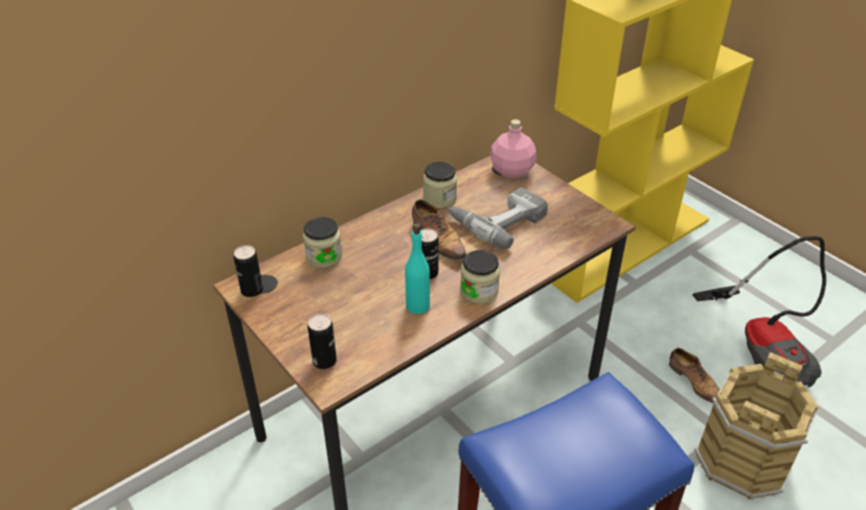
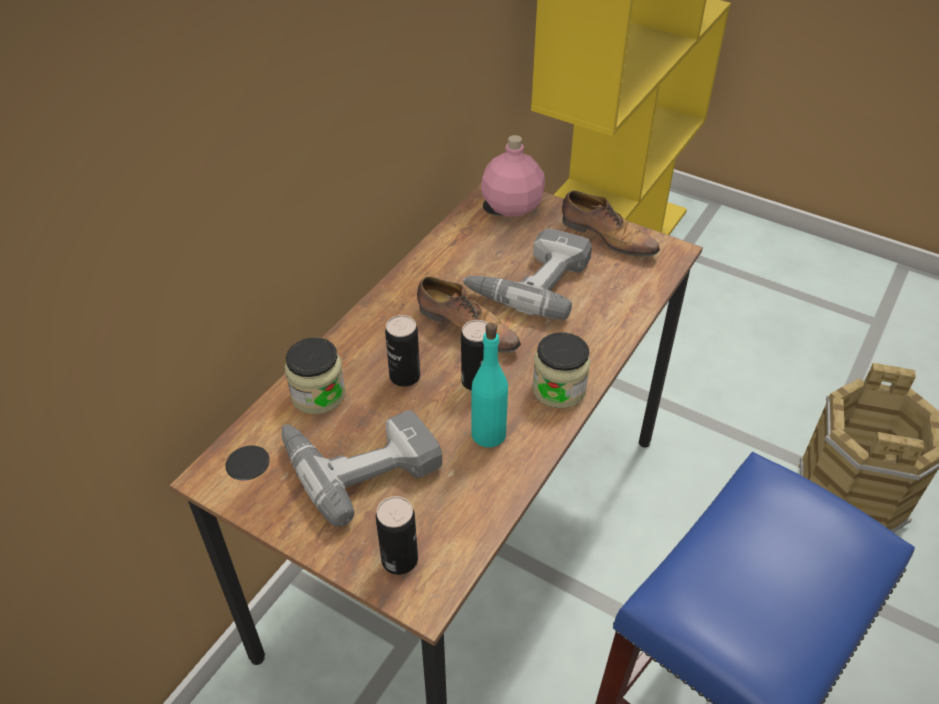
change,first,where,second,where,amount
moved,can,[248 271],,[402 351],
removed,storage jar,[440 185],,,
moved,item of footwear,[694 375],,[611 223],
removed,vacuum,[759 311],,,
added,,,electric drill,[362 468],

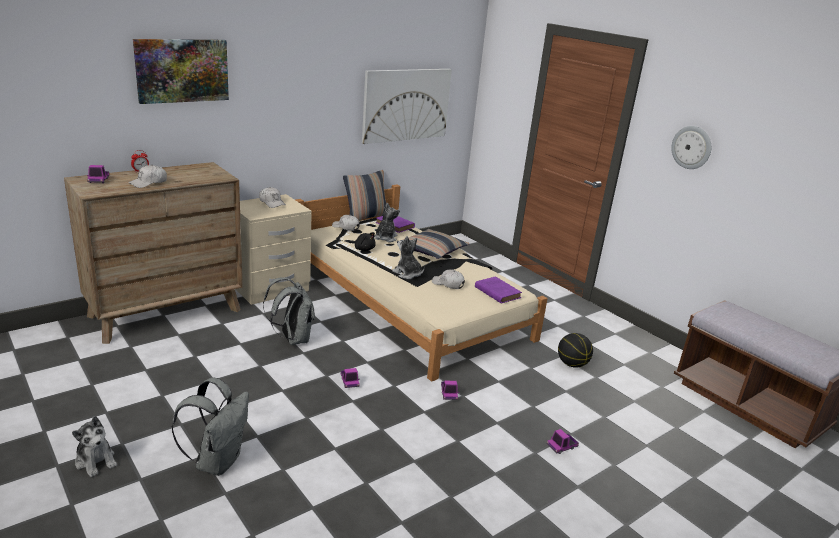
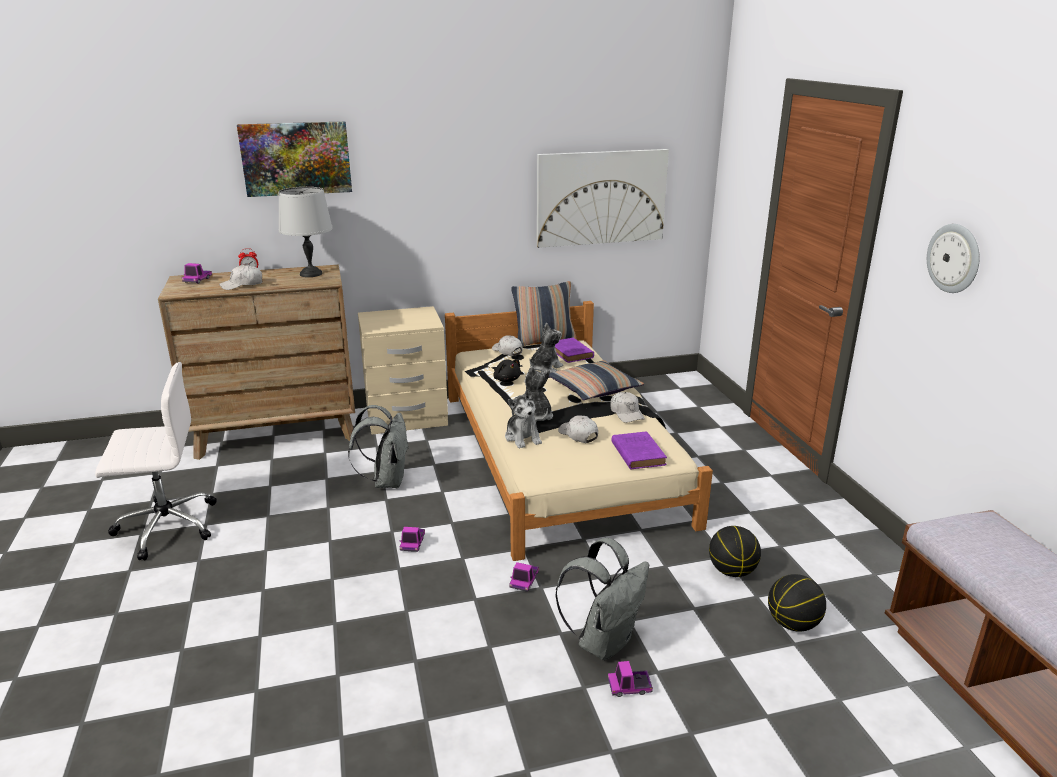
change,first,where,second,where,amount
moved,plush toy,[94 446],,[523 419],
moved,grey knapsack,[210 426],,[602 599],
moved,white-coloured cap,[272 197],,[628 407],
added,,,white-coloured office chair,[156 461],
added,,,grey tabletop lamp,[306 232],
added,,,basketball,[797 603],

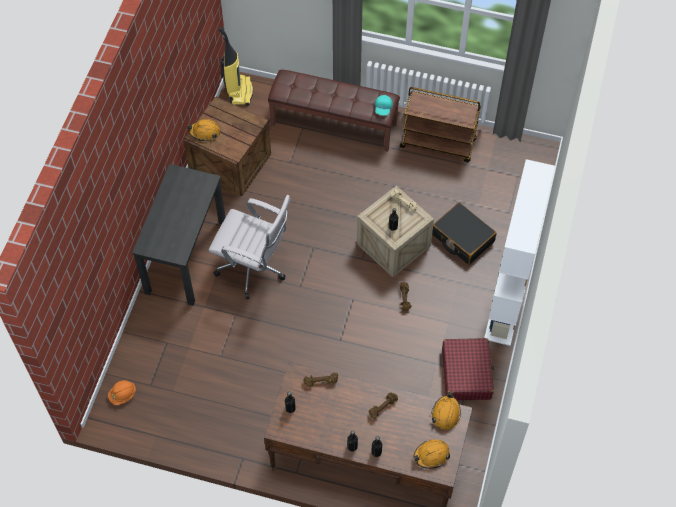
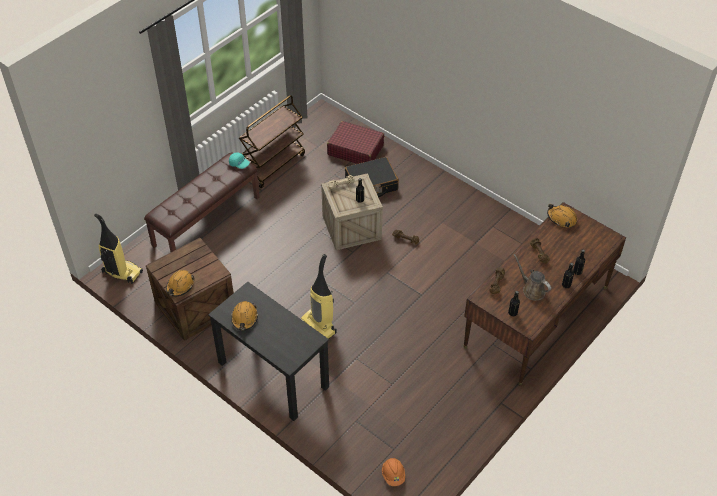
change,first,where,second,where,amount
replaced,white-coloured office chair,[250 247],vacuum,[319 296],
moved,orangey safety helmet,[432 454],,[244 315],
moved,red piece of luggage,[468 369],,[355 142],
removed,white-coloured shelving unit,[519 252],,,
added,,,brownish sprinkling can,[532 277],

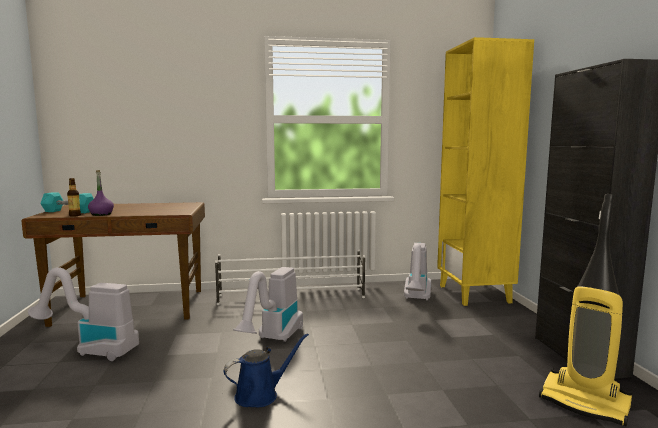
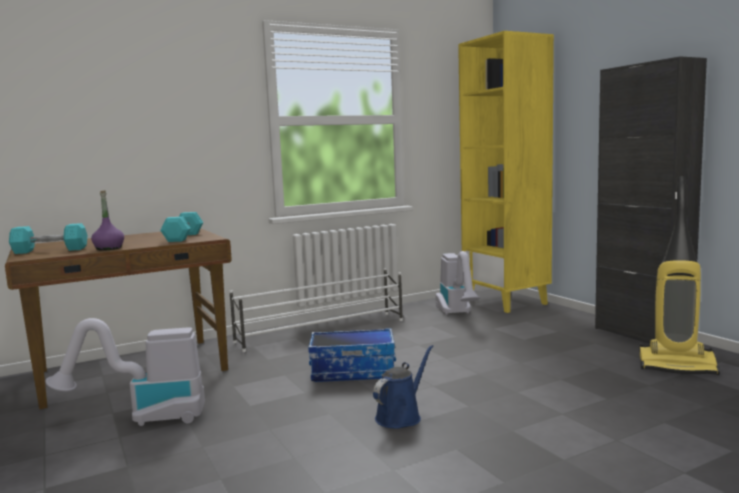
change,first,where,second,where,amount
removed,beverage bottle,[74 197],,,
replaced,vacuum,[268 304],storage box,[352 355],
added,,,blue-green free weight,[181 227],

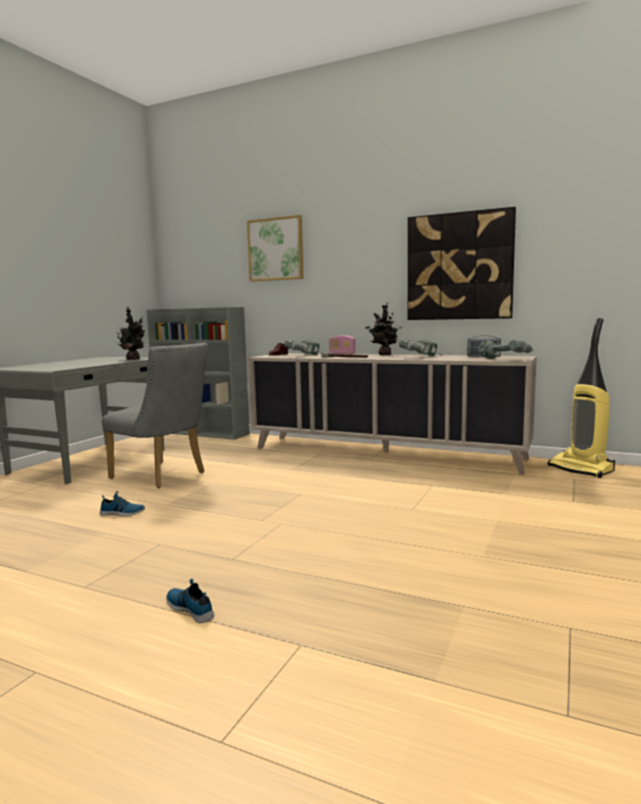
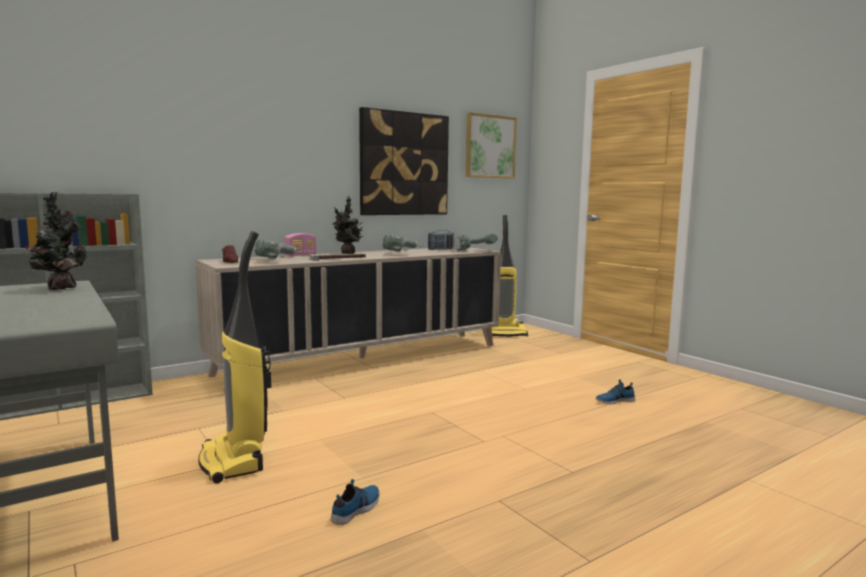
change,first,where,second,where,amount
replaced,grey chair,[155 415],vacuum,[234 357],
moved,item of footwear,[190 601],,[615 391],
moved,wall art,[275 248],,[491 145],

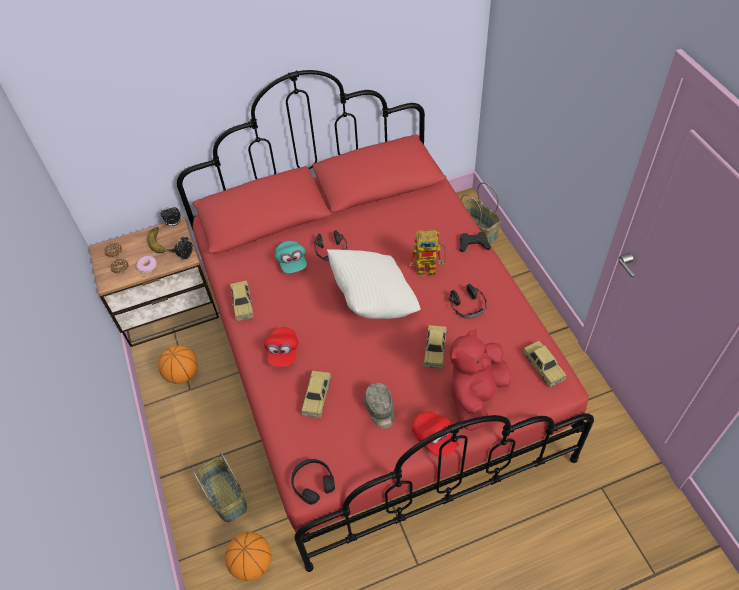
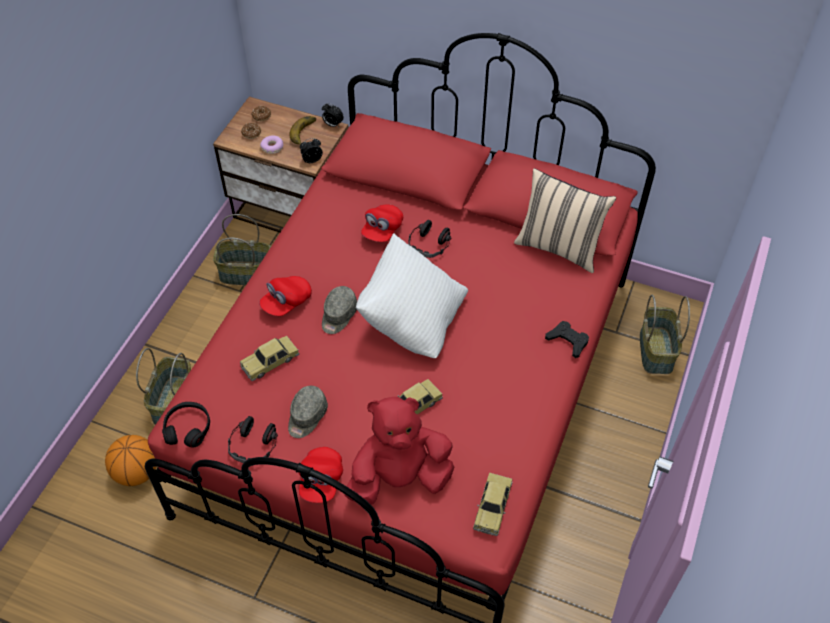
change,first,where,second,where,amount
replaced,basketball,[178 364],household basket,[242 249],
removed,miniature car,[242 300],,,
recoloured,blue-green cap,[291 257],red cap,[382 223],
removed,toy robot,[428 253],,,
moved,headphones,[468 301],,[253 439],
added,,,grey cap,[339 310],
added,,,sand-coloured pillow,[565 220],

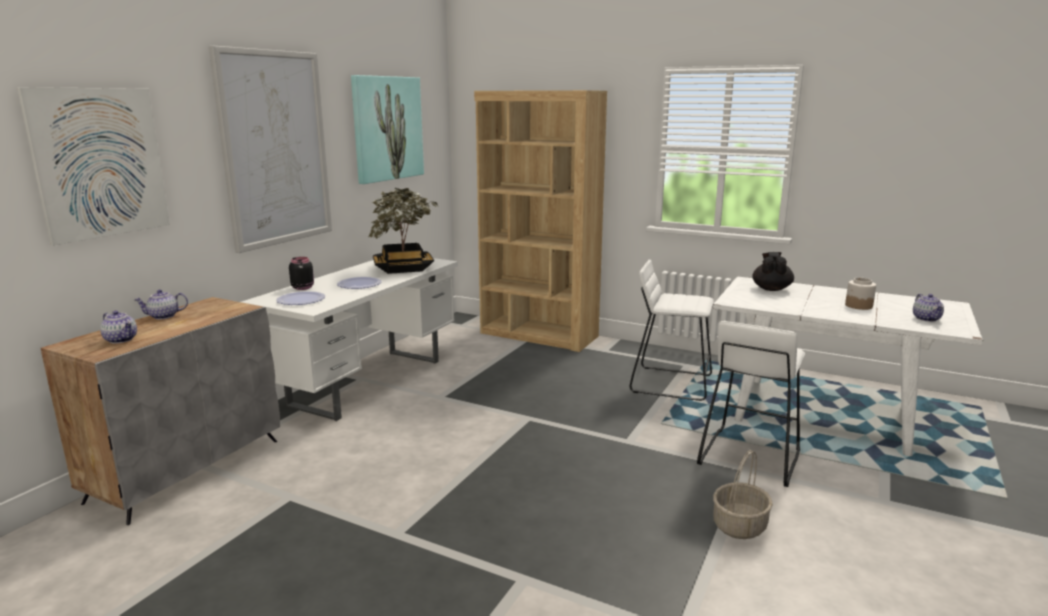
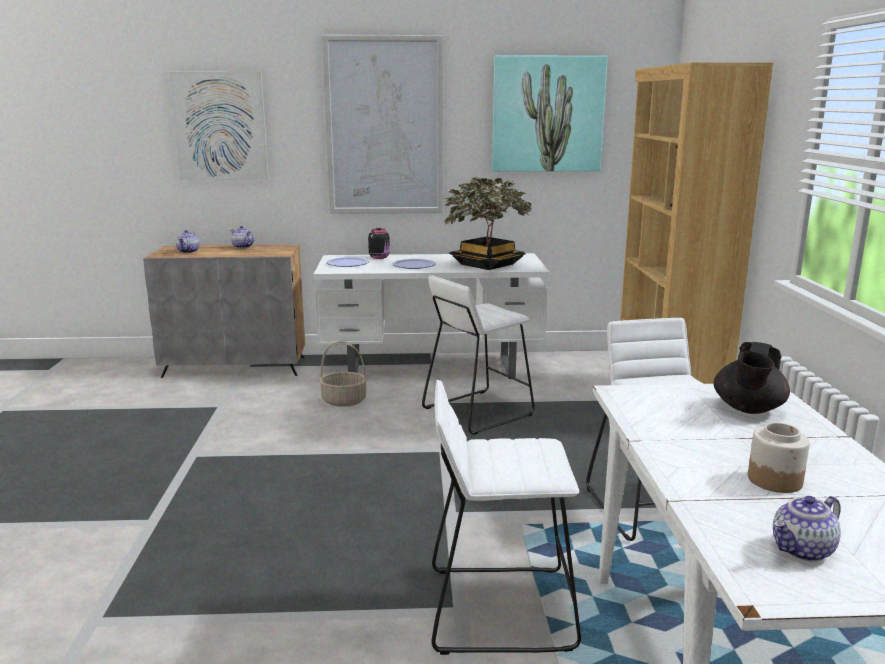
change,first,where,second,where,amount
moved,household basket,[743 494],,[343 374],
turned,black tea pot,[773 271],,[752 378],135 degrees clockwise
added,,,white-coloured stool seat,[478 355],

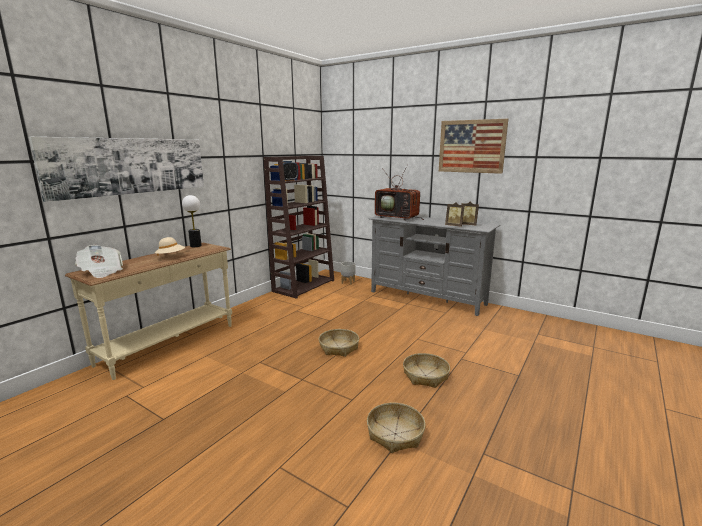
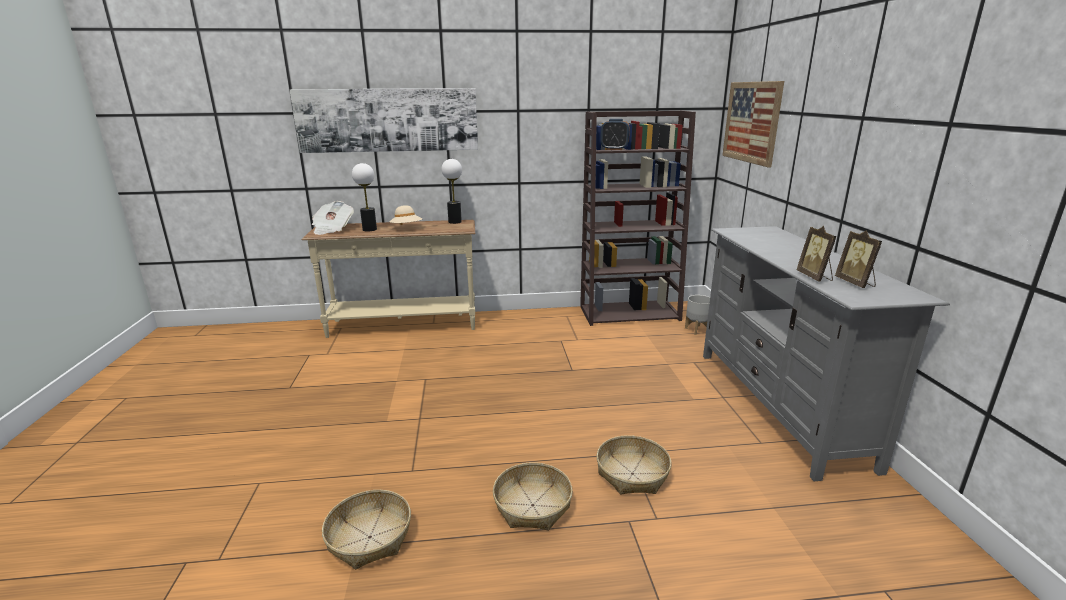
change,first,where,second,where,amount
moved,household basket,[339 343],,[634 464],
removed,TV set,[399 193],,,
moved,wall art,[473 146],,[753 124],
added,,,tabletop lamp,[364 197],

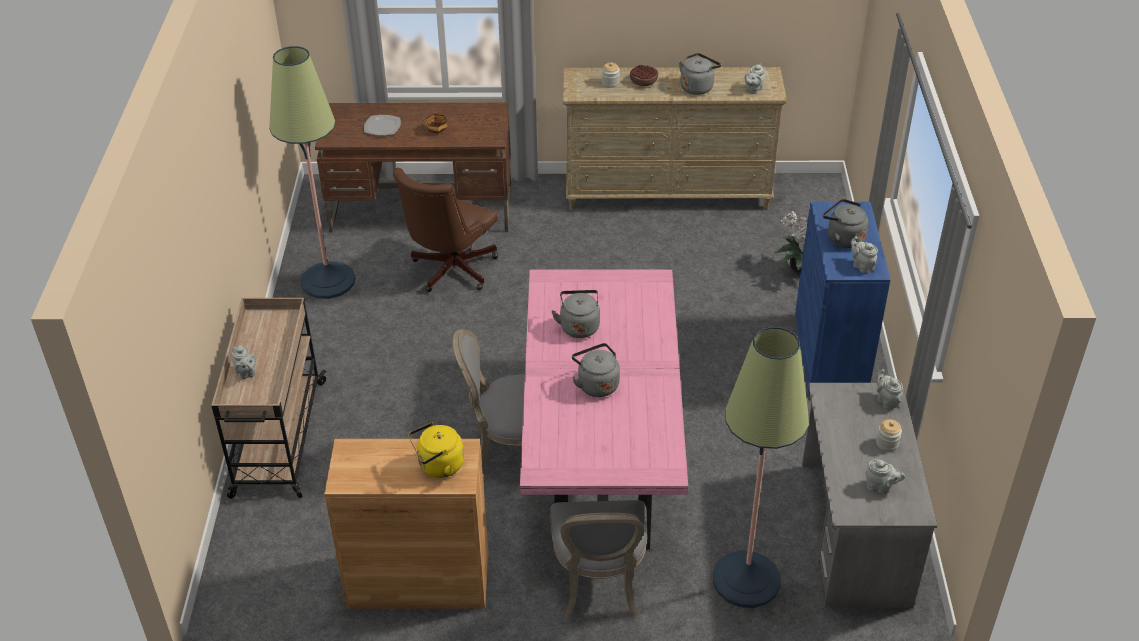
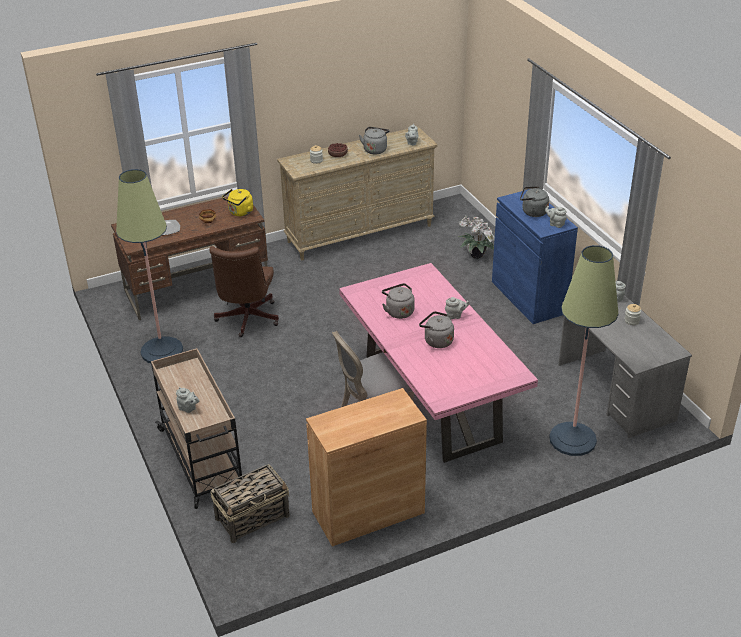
change,first,where,second,where,amount
moved,yellow-coloured kettle,[436 450],,[237 202],
removed,grey chair,[598 559],,,
moved,grey tea pot,[886 476],,[457 308],
added,,,household basket,[250 503],

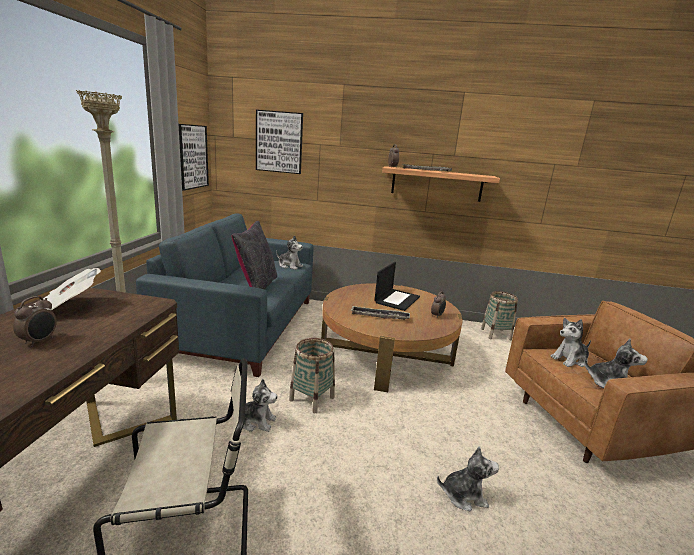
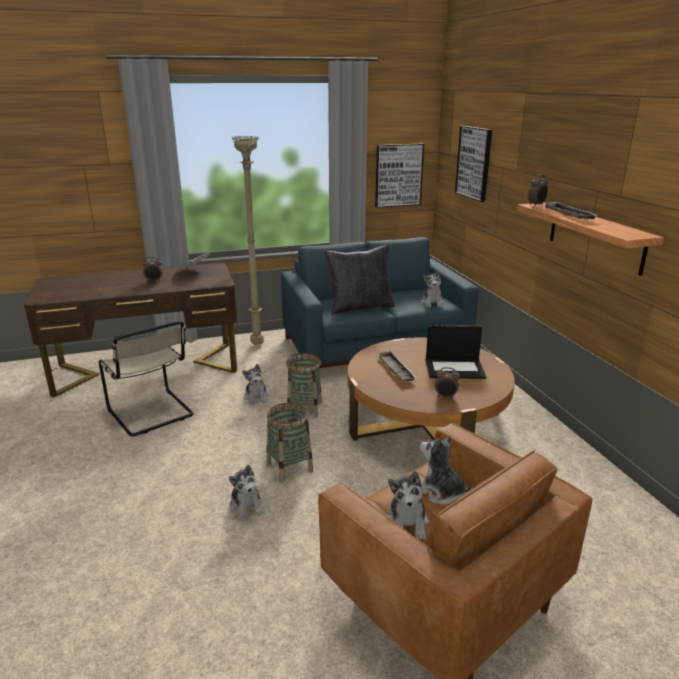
change,first,where,second,where,amount
moved,household basket,[499 315],,[289 443],

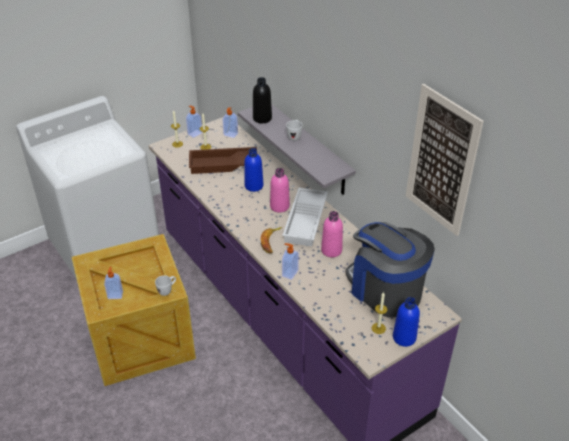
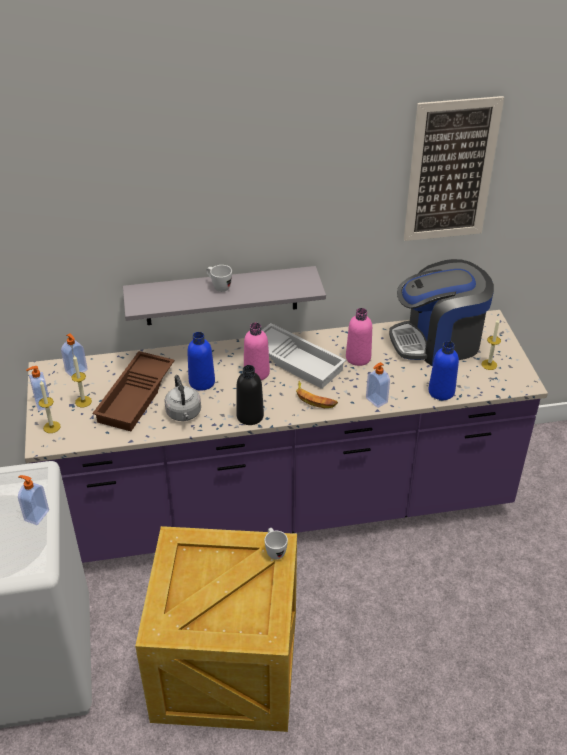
change,first,where,second,where,amount
moved,soap dispenser,[113 282],,[33 500],
moved,black beverage bottle,[262 100],,[250 395],
moved,bluish beverage bottle,[406 322],,[443 370],
added,,,grey kettle,[182 398],

